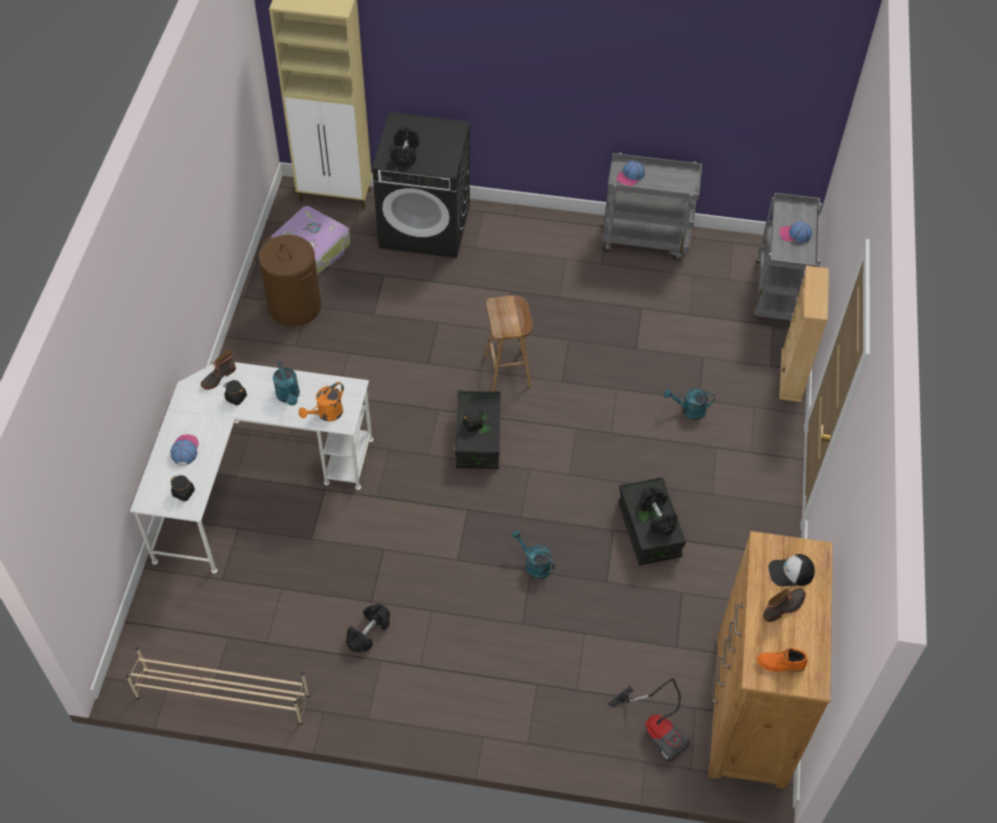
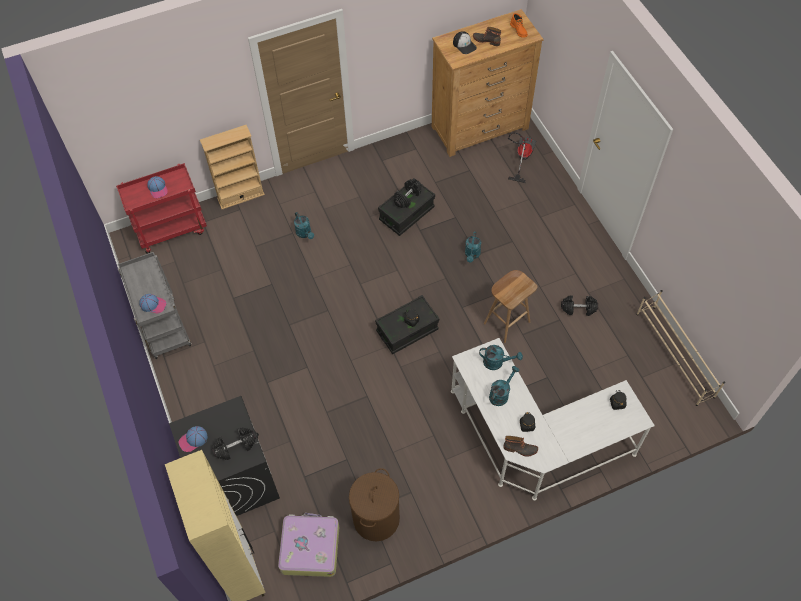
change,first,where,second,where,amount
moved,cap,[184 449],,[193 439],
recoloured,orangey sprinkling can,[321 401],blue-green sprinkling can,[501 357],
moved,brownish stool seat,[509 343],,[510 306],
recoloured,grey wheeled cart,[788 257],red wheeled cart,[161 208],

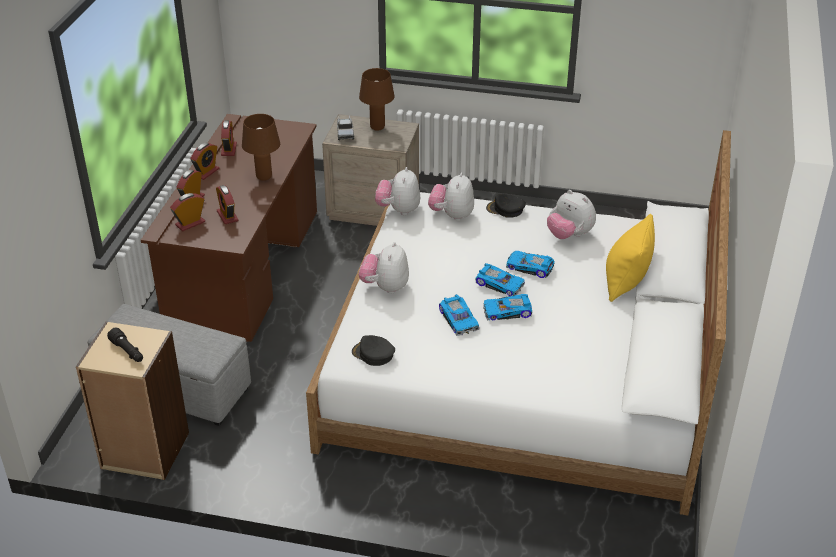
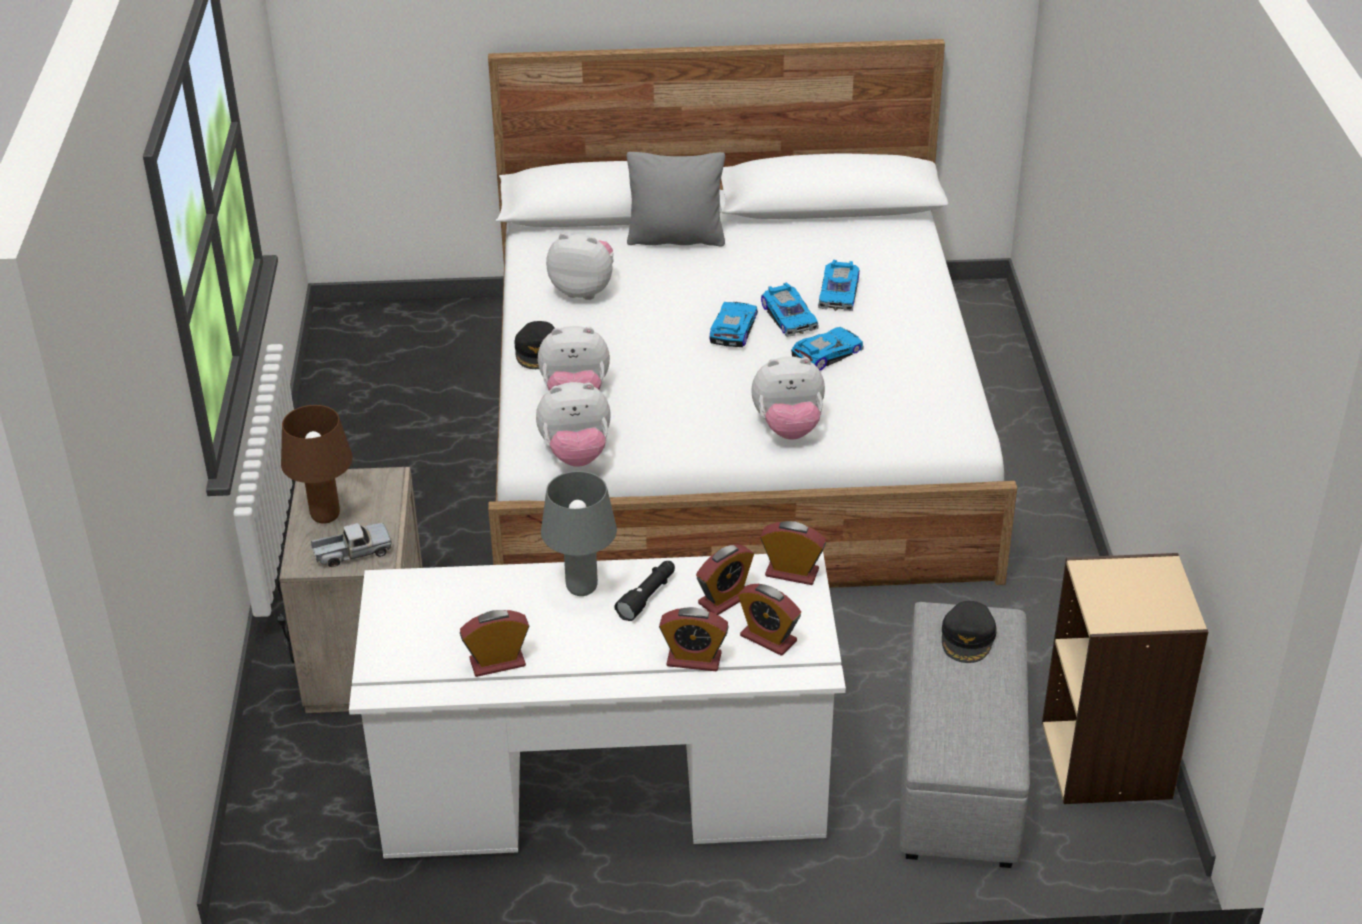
change,first,where,second,where,amount
moved,black flashlight,[125 344],,[644 591],
recoloured,brownish desk,[229 228],white-coloured desk,[597 705],
moved,table clock,[205 161],,[793 553],
recoloured,brownish tabletop lamp,[261 147],grey tabletop lamp,[579 533],
moved,black cap,[373 350],,[969 632],
moved,miniature car,[530 264],,[838 285],
turned,plush toy,[571 214],,[580 266],105 degrees counterclockwise
recoloured,yellow-coloured pillow,[630 258],grey pillow,[676 199],

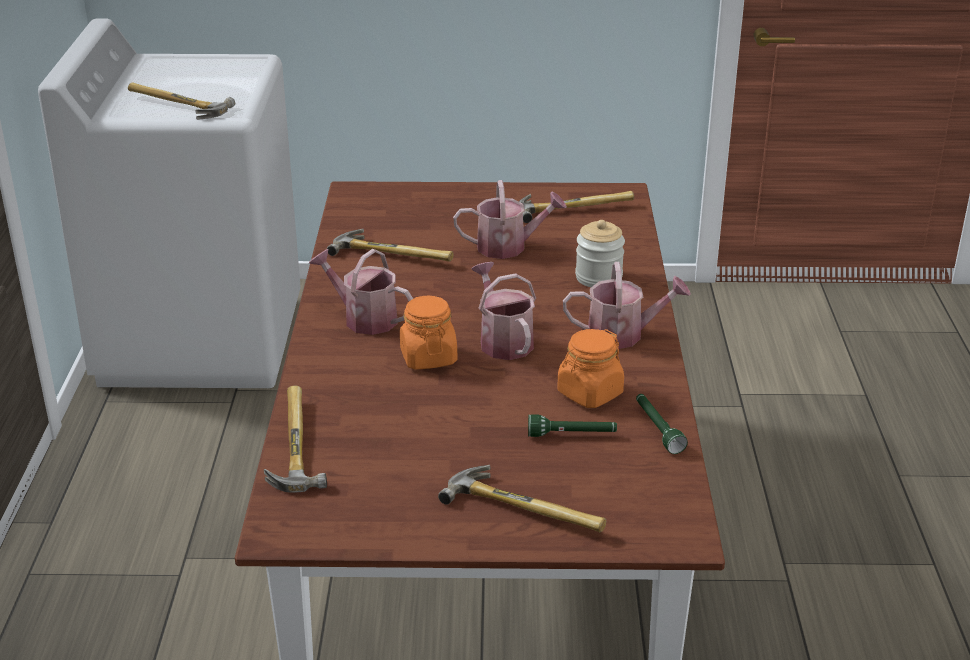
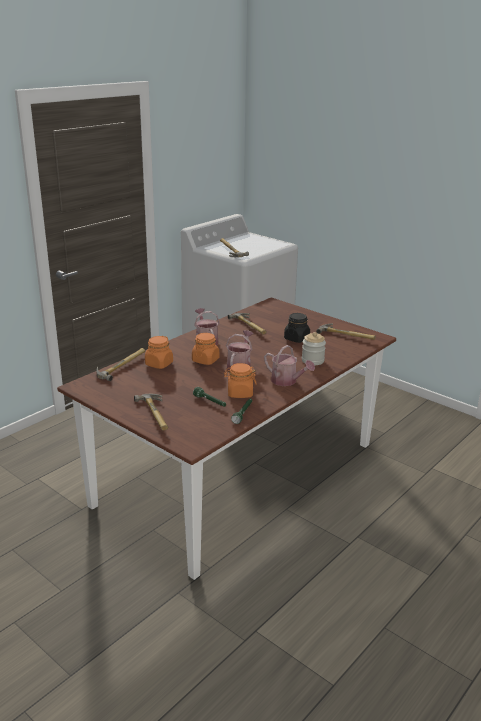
change,first,where,second,where,amount
replaced,sprinkling can,[510 219],black storage jar,[297 328],
added,,,orangey storage jar,[159 352],

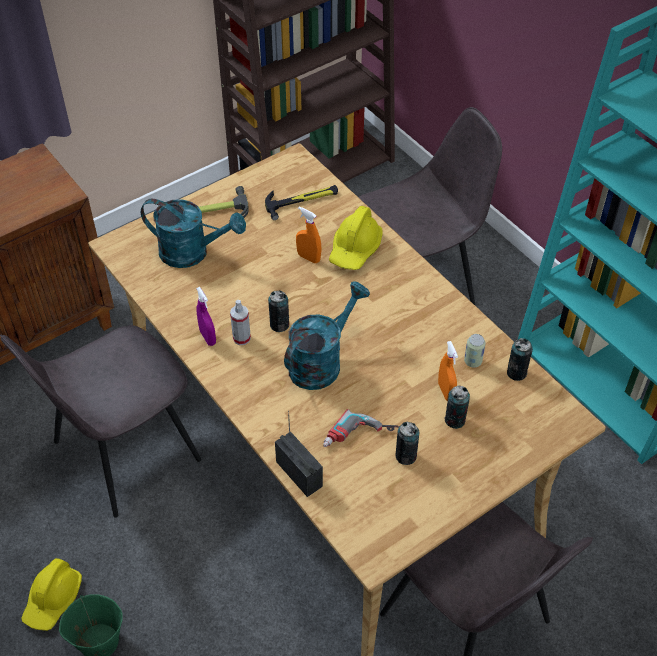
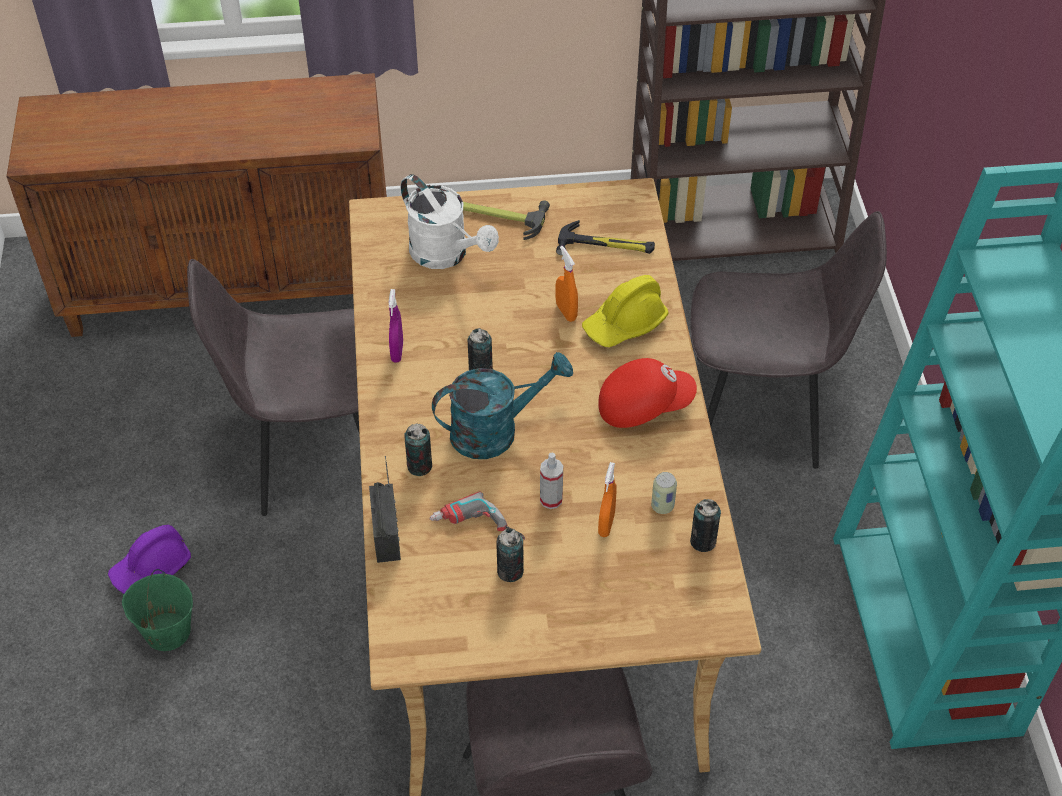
change,first,where,second,where,amount
recoloured,yellow-coloured safety helmet,[51 594],purplish safety helmet,[149 559],
recoloured,blue-green sprinkling can,[193 233],white-coloured sprinkling can,[449 221],
moved,sprayer,[240 322],,[551 481],
moved,can,[457 407],,[418 450],
added,,,red cap,[647 393],

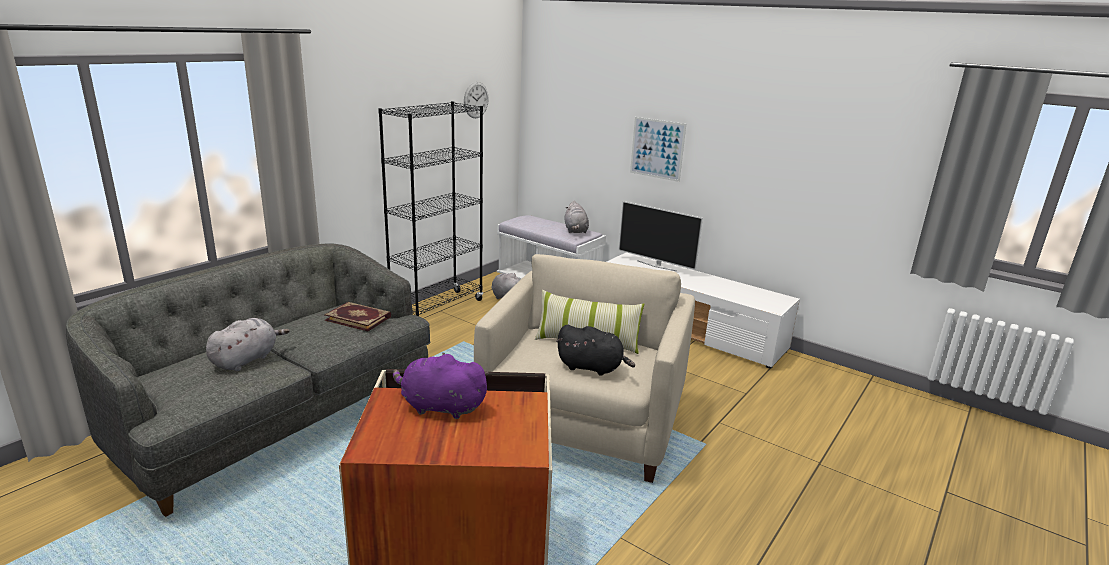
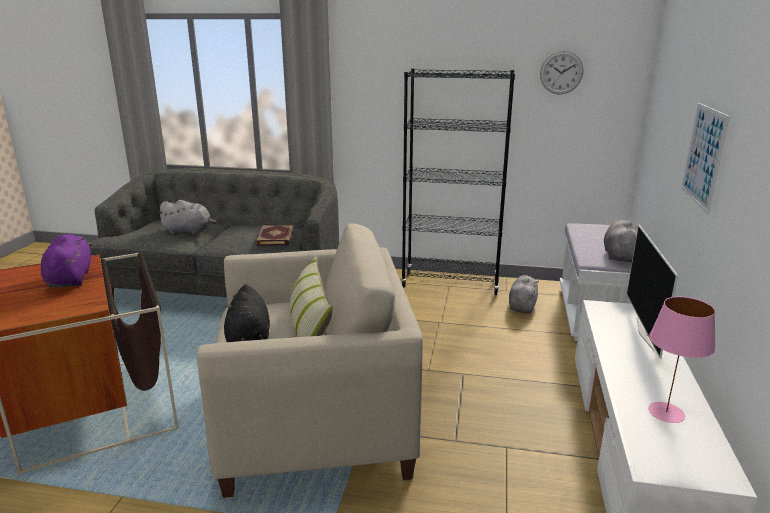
change,first,where,second,where,amount
turned,grey plush toy,[577 217],,[621 241],135 degrees clockwise
added,,,pinkish tabletop lamp,[682 360],

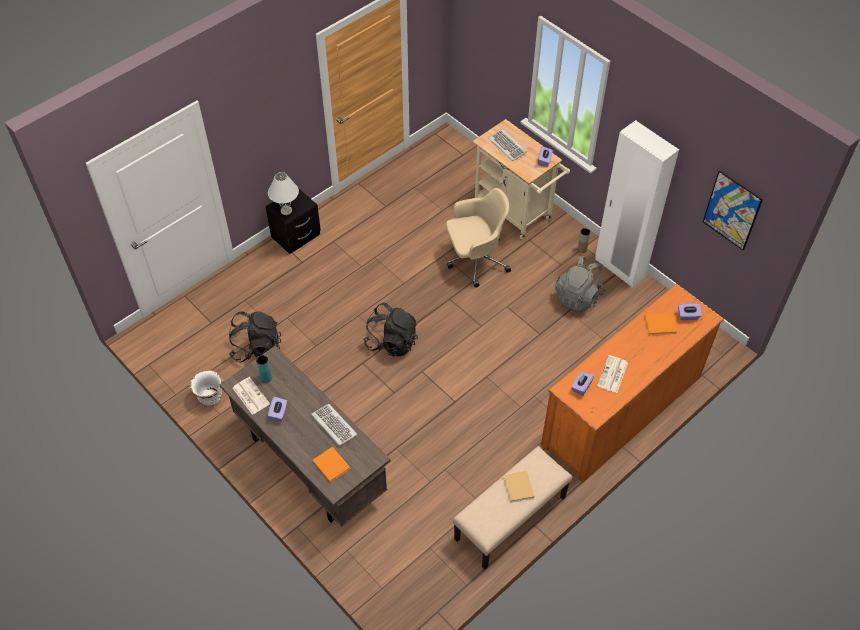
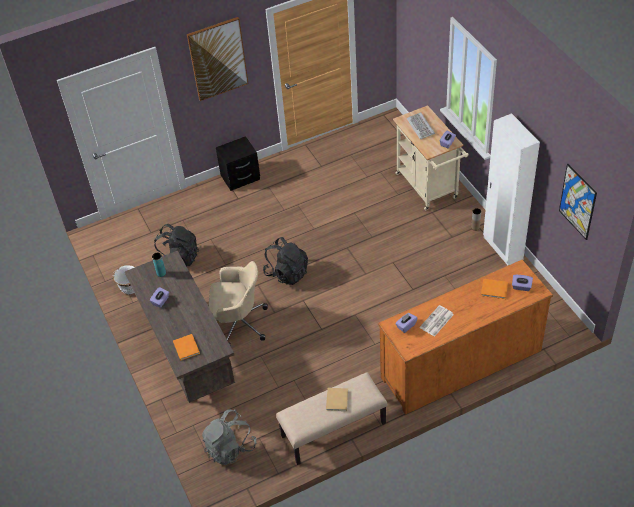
change,first,where,second,where,amount
removed,daily paper,[251 396],,,
removed,white-coloured tabletop lamp,[283 193],,,
removed,keyboard,[334 425],,,
moved,sand-coloured office chair,[478 238],,[238 303],
moved,grey knapsack,[580 284],,[229 437],
added,,,wall art,[217 59],

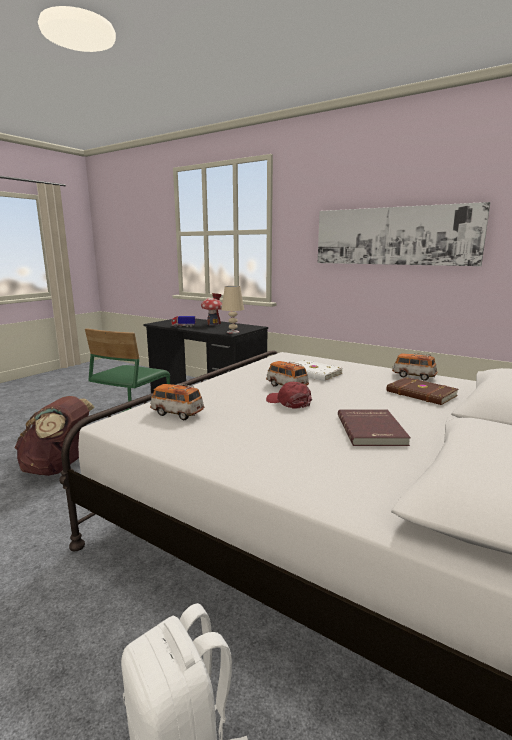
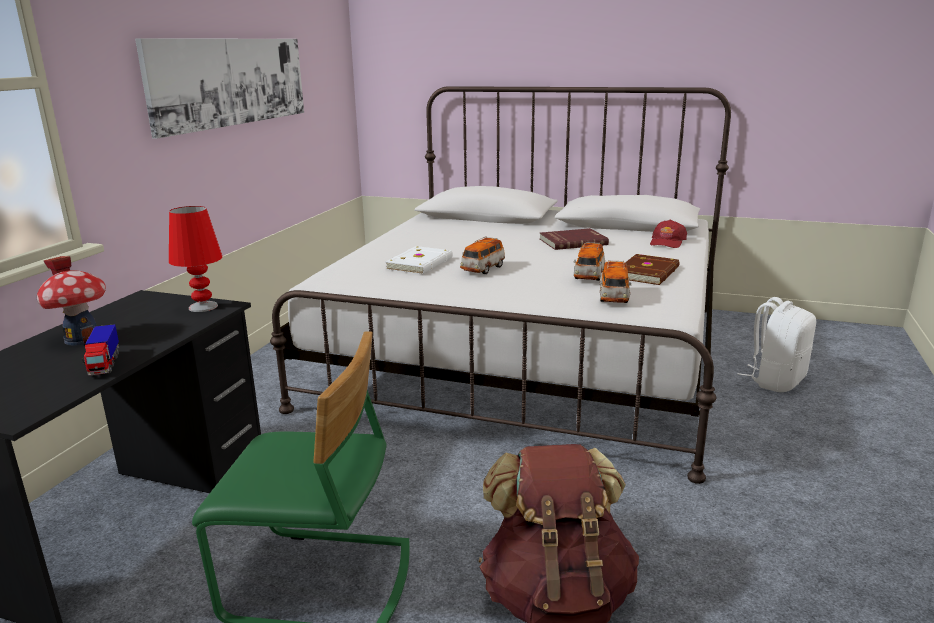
change,first,where,second,where,amount
recoloured,sand-coloured tabletop lamp,[232 310],red tabletop lamp,[195 259],
moved,red cap,[289 395],,[668 234],
moved,brownish bound book,[422 391],,[652 269],
moved,miniature car,[414 367],,[589 261],

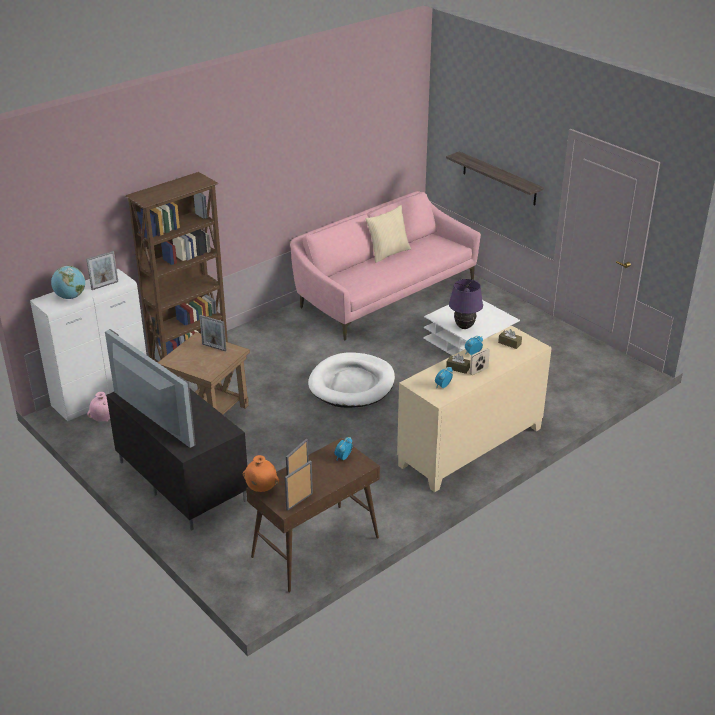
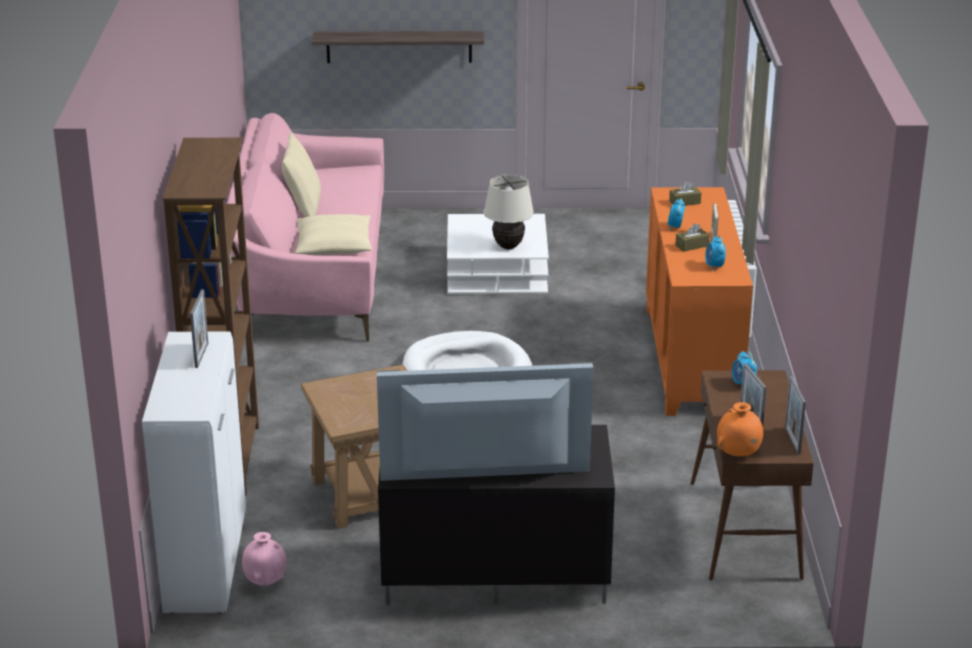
change,first,where,second,where,amount
removed,globe,[68 282],,,
removed,picture frame,[213 333],,,
recoloured,sand-coloured cupboard,[474 408],orangey cupboard,[699 301],
recoloured,purplish tabletop lamp,[466 304],sand-coloured tabletop lamp,[509 211],
added,,,sand-coloured pillow,[333 234],

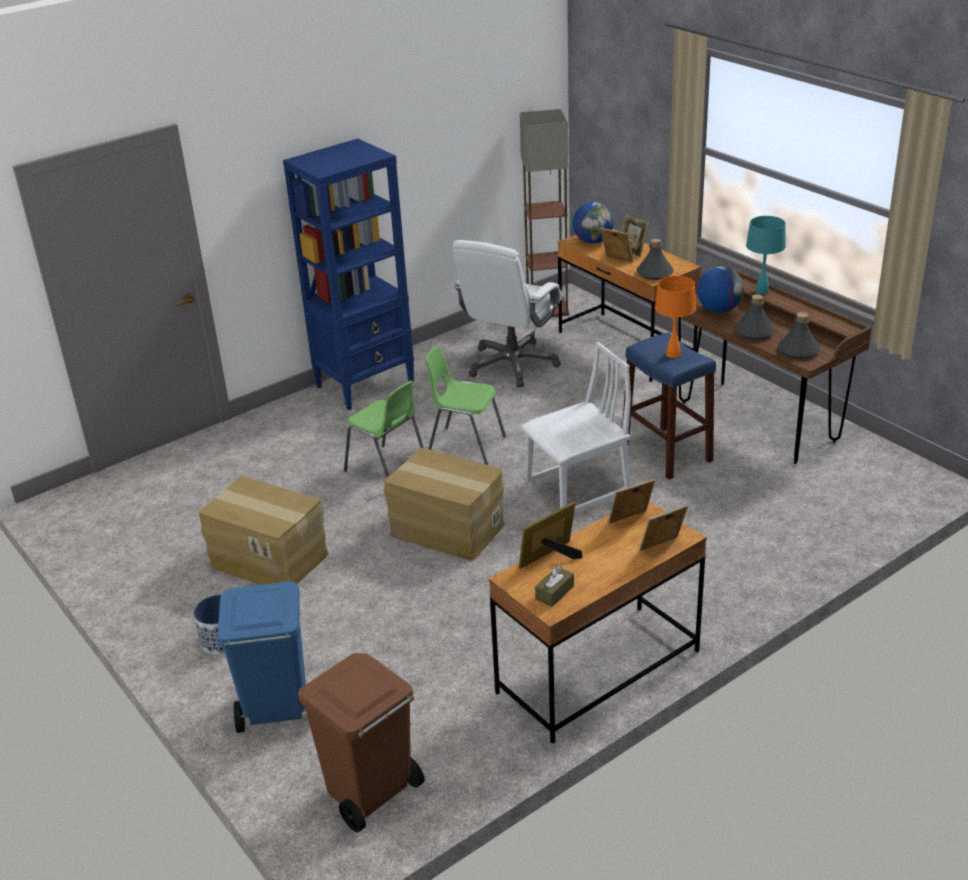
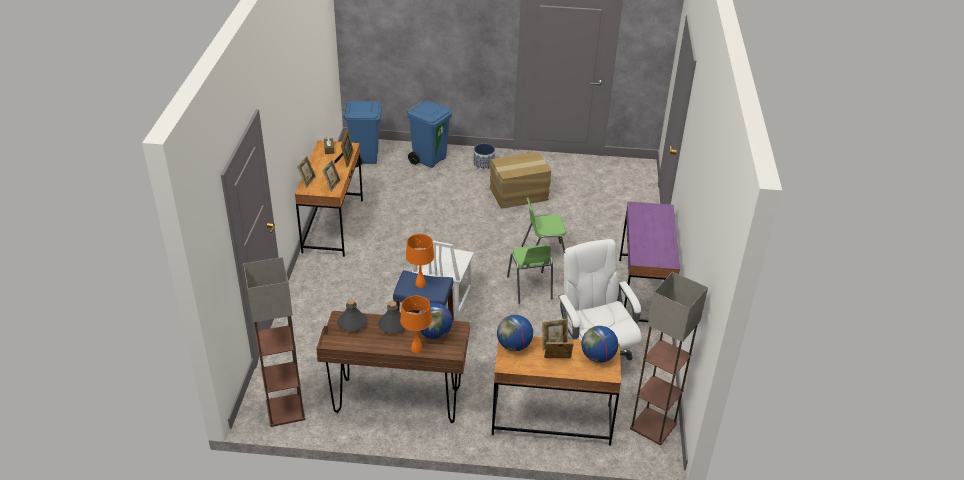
change,first,where,second,where,amount
replaced,bluish shelving unit,[349 274],purplish desk,[649 261],
recoloured,brownish waste bin,[361 742],bluish waste bin,[362 134],
removed,carton,[444 504],,,
turned,green chair,[465 405],,[530 274],105 degrees clockwise
replaced,grey beverage bottle,[655 259],globe,[515 333],
recoloured,blue-green tabletop lamp,[766 255],orangey tabletop lamp,[416 324],
added,,,standing lamp,[274 342],

